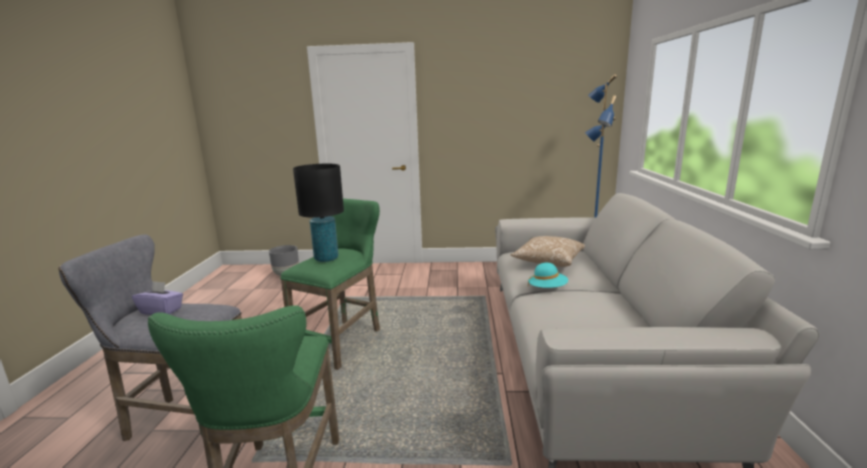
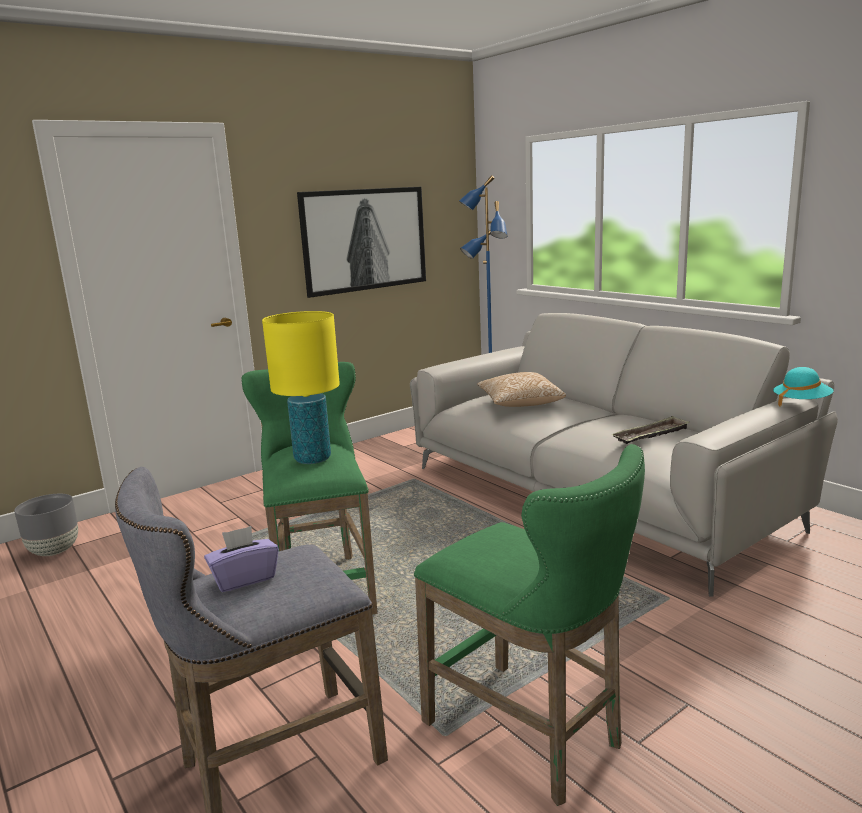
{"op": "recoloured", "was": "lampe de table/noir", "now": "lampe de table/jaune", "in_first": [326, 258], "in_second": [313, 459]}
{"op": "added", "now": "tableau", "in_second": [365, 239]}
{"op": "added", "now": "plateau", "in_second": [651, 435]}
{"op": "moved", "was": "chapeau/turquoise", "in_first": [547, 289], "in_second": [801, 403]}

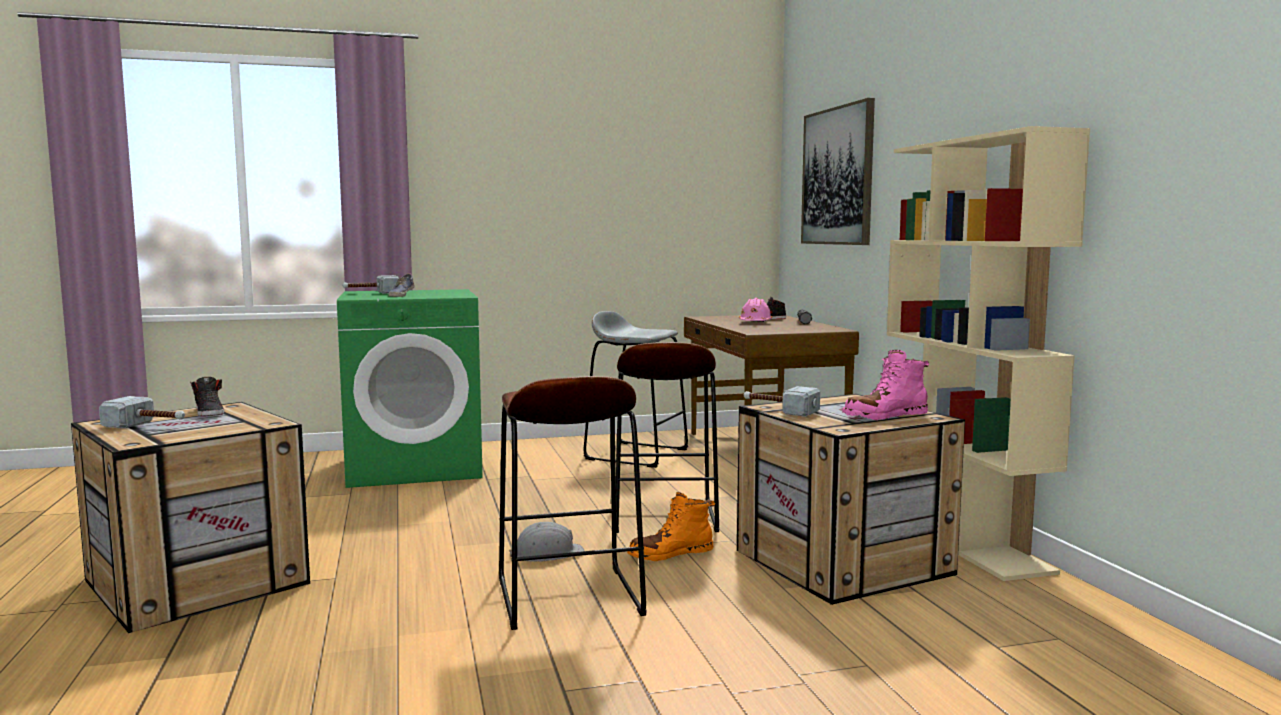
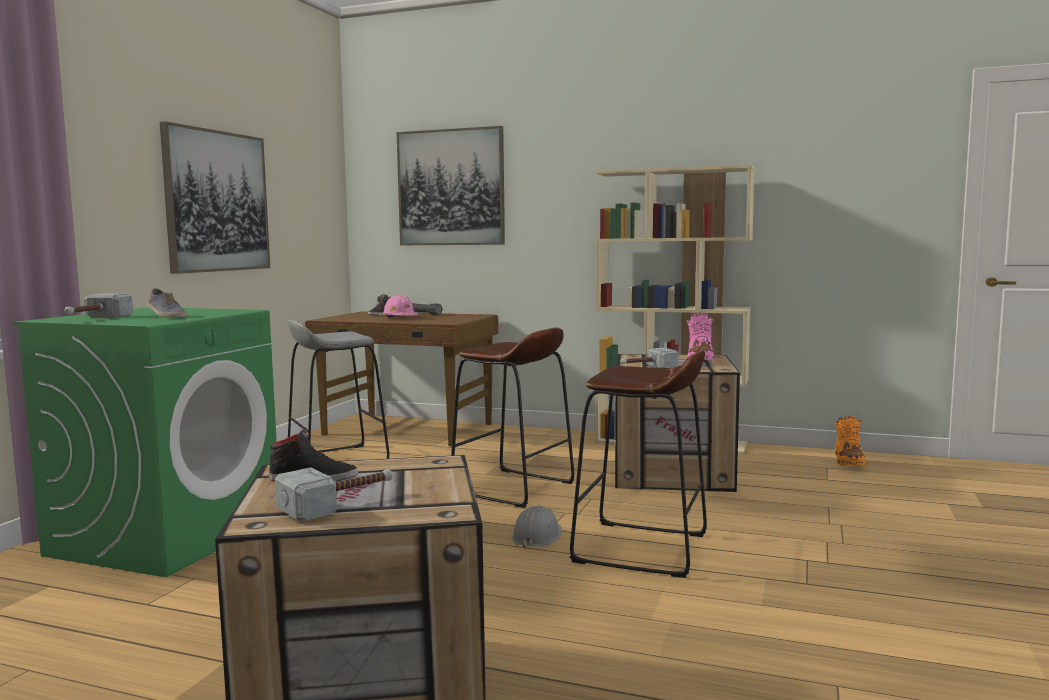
{"op": "added", "now": "tableau", "in_second": [217, 201]}
{"op": "moved", "was": "botte/orange", "in_first": [670, 554], "in_second": [848, 461]}

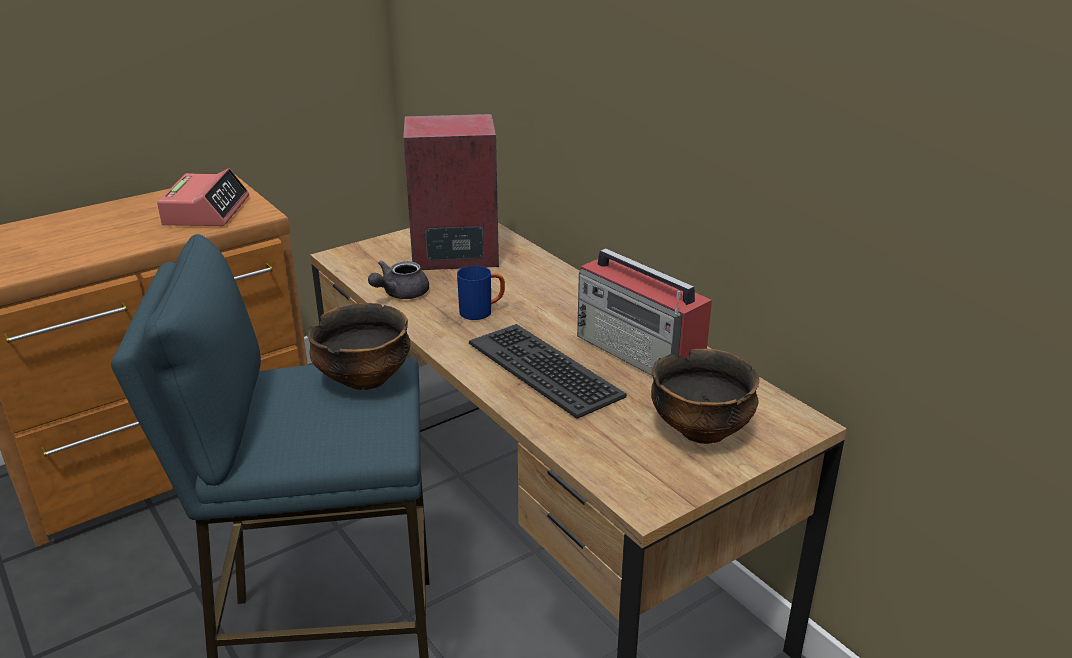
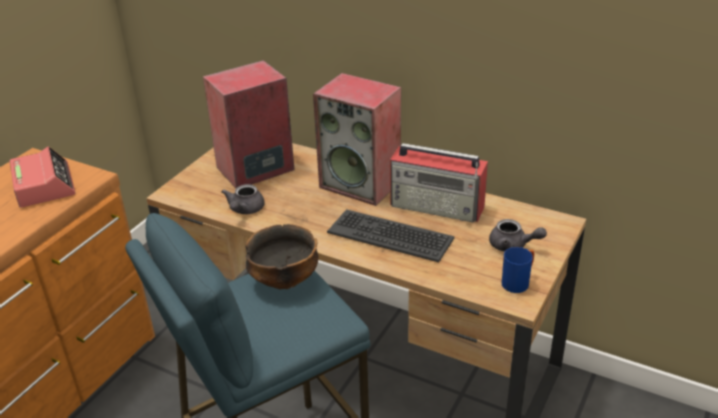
{"op": "added", "now": "enceinte", "in_second": [361, 184]}
{"op": "replaced", "was": "bol", "now": "théière/gris", "in_first": [701, 430], "in_second": [512, 246]}
{"op": "moved", "was": "mug/bleu", "in_first": [482, 312], "in_second": [518, 282]}

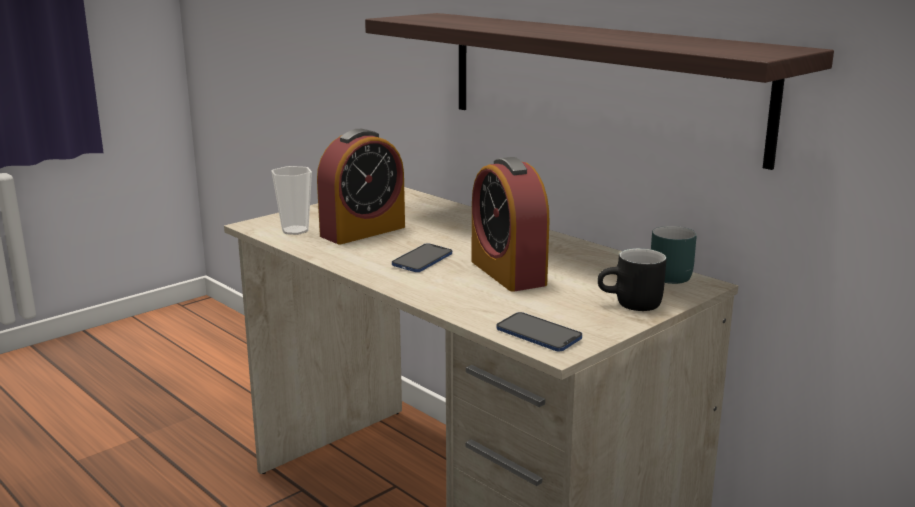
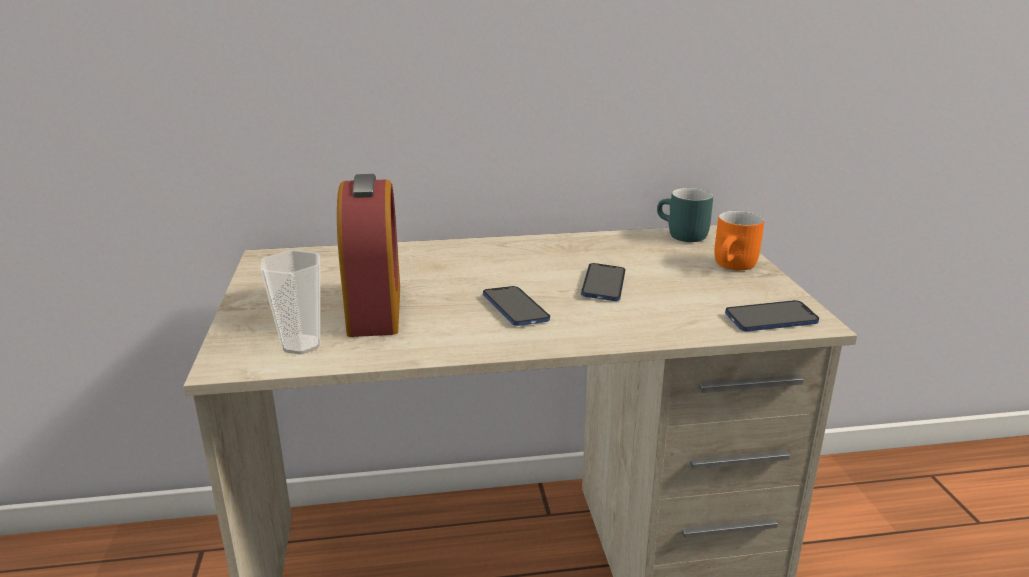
{"op": "replaced", "was": "réveil", "now": "téléphone", "in_first": [508, 273], "in_second": [603, 284]}
{"op": "recoloured", "was": "mug/noir", "now": "mug/orange", "in_first": [632, 305], "in_second": [735, 266]}
{"op": "removed", "was": "étagère", "in_first": [597, 82]}

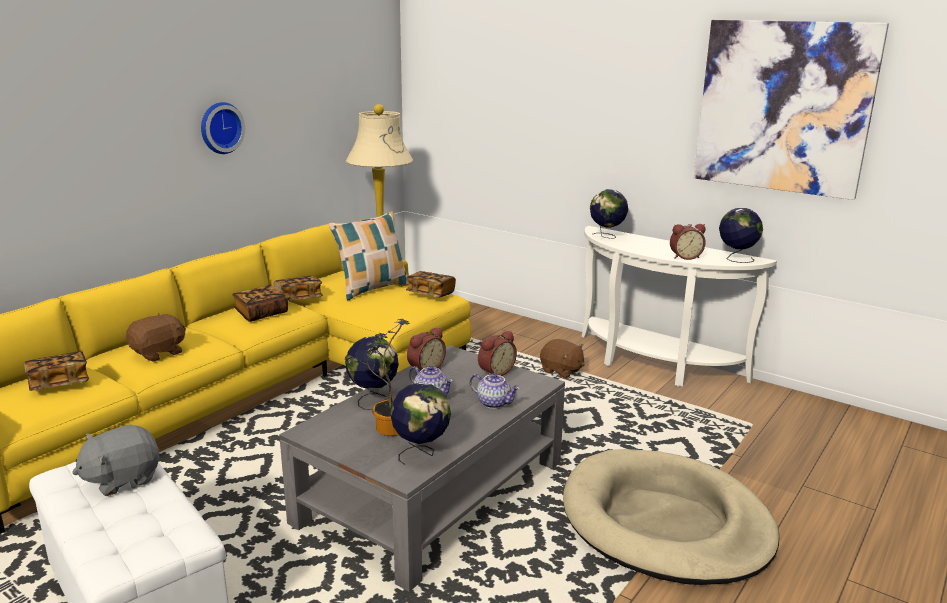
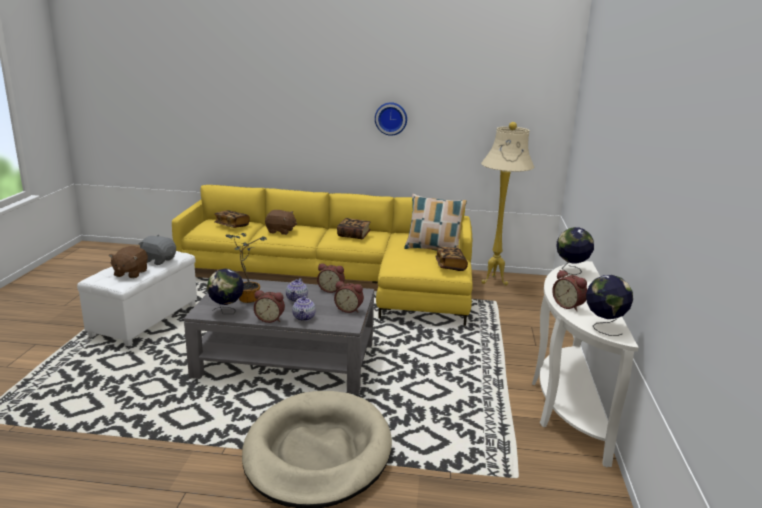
{"op": "moved", "was": "peluche/marron", "in_first": [561, 371], "in_second": [130, 273]}
{"op": "added", "now": "réveil", "in_second": [270, 319]}
{"op": "removed", "was": "livre", "in_first": [298, 298]}
{"op": "removed", "was": "globe", "in_first": [373, 399]}
{"op": "removed", "was": "tableau", "in_first": [783, 107]}

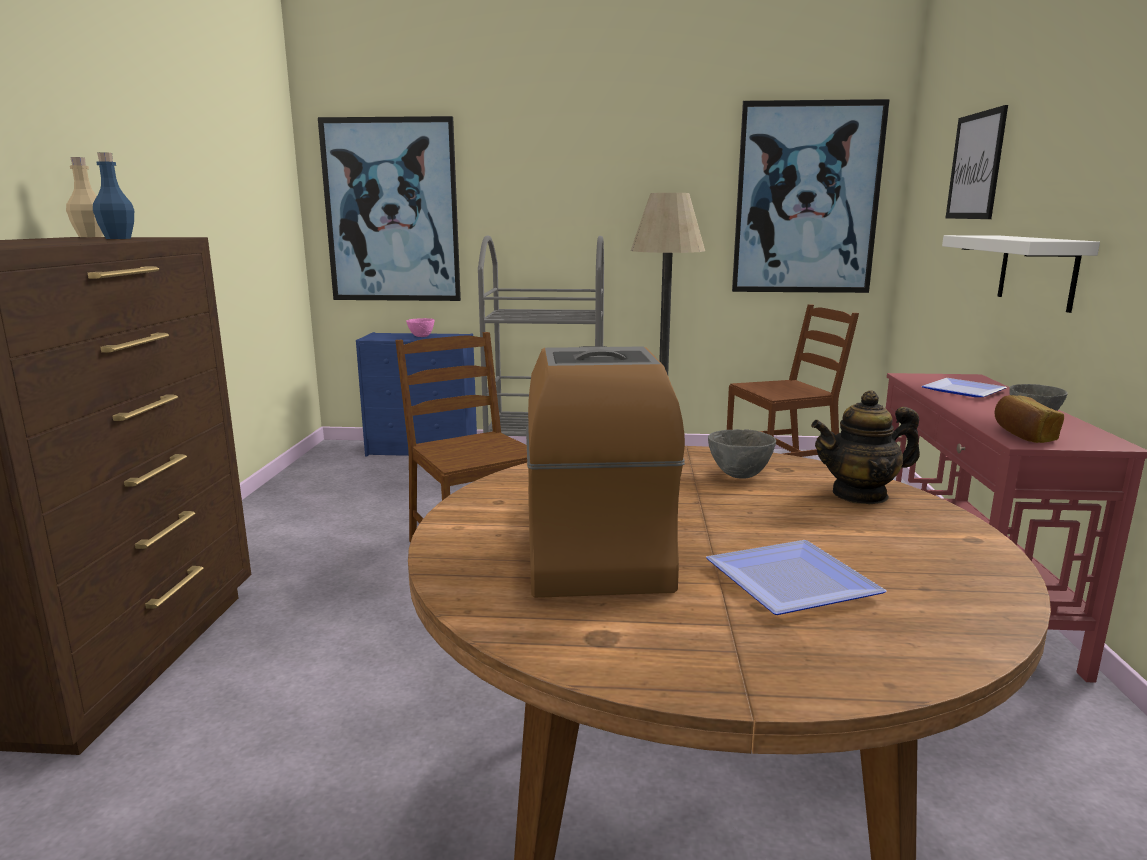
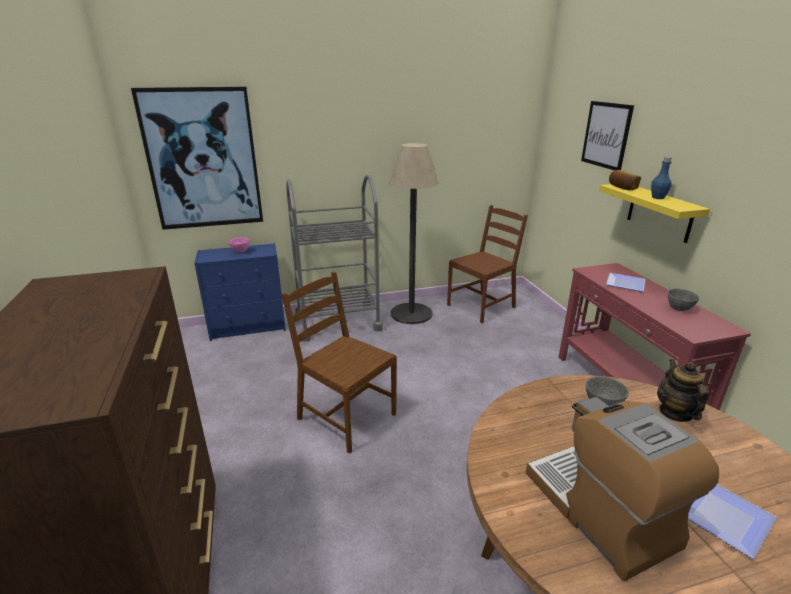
{"op": "recoloured", "was": "étagère/blanc", "now": "étagère/jaune", "in_first": [1037, 271], "in_second": [659, 212]}
{"op": "moved", "was": "pain", "in_first": [1022, 435], "in_second": [622, 187]}
{"op": "moved", "was": "bouteille/bleu", "in_first": [118, 238], "in_second": [658, 197]}
{"op": "turned", "was": "théière", "in_first": [860, 494], "in_second": [675, 413], "clockwise": 120}
{"op": "removed", "was": "bouteille/beige", "in_first": [91, 236]}
{"op": "removed", "was": "tableau", "in_first": [806, 199]}

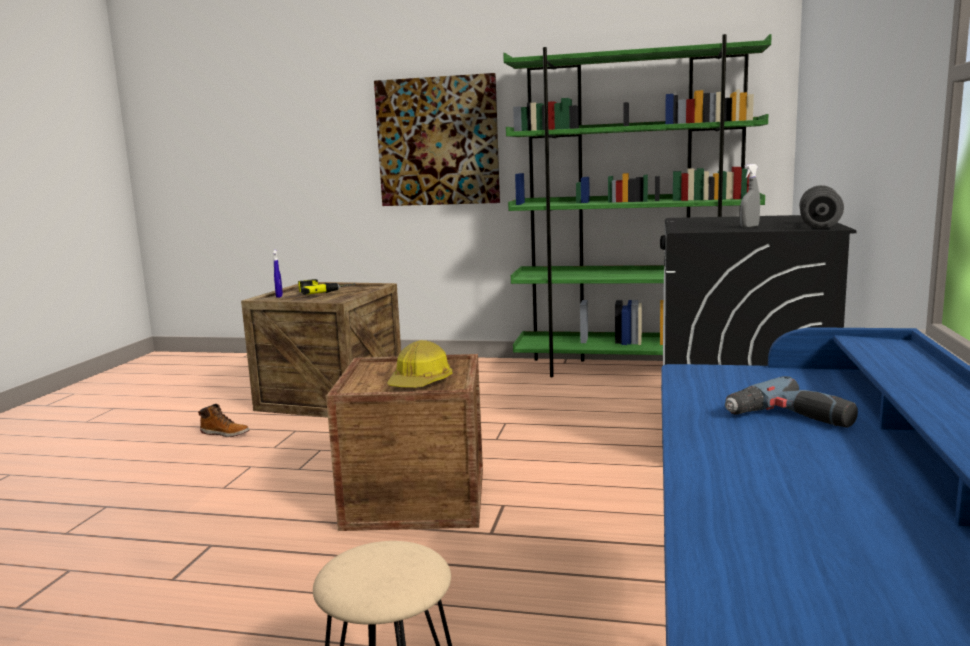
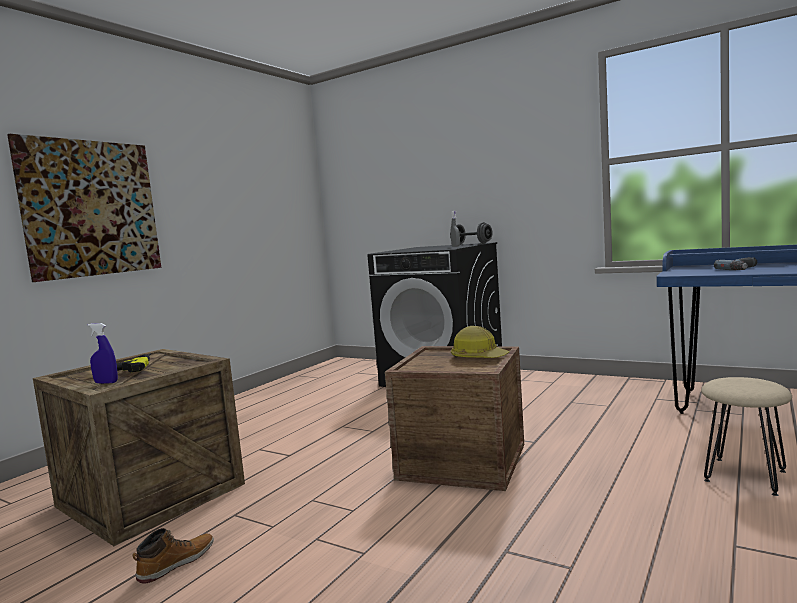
{"op": "removed", "was": "bibliothèque/vert", "in_first": [633, 369]}

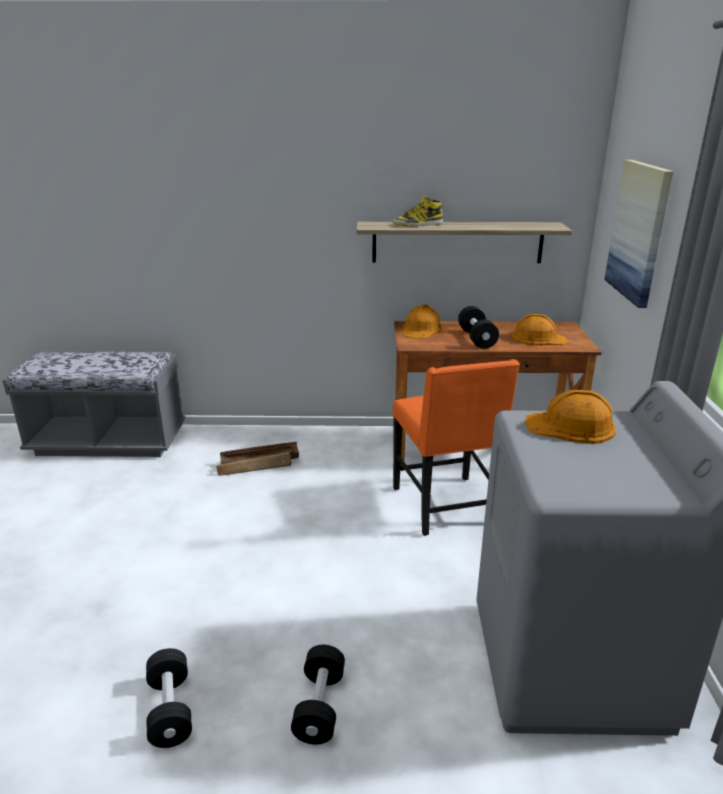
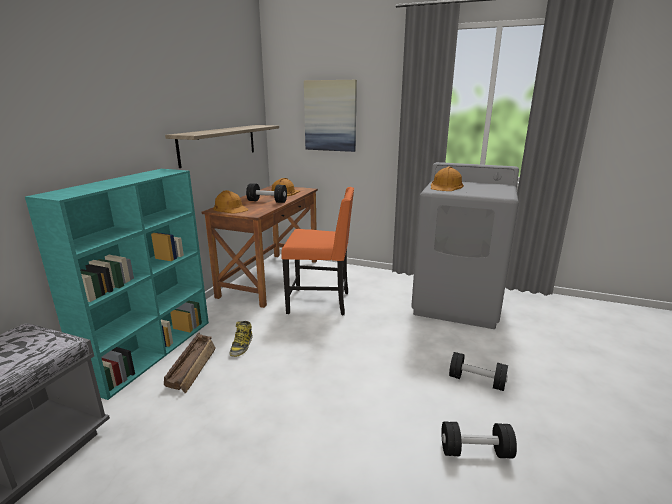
{"op": "added", "now": "bibliothèque/turquoise", "in_second": [152, 351]}
{"op": "moved", "was": "botte", "in_first": [418, 224], "in_second": [241, 346]}

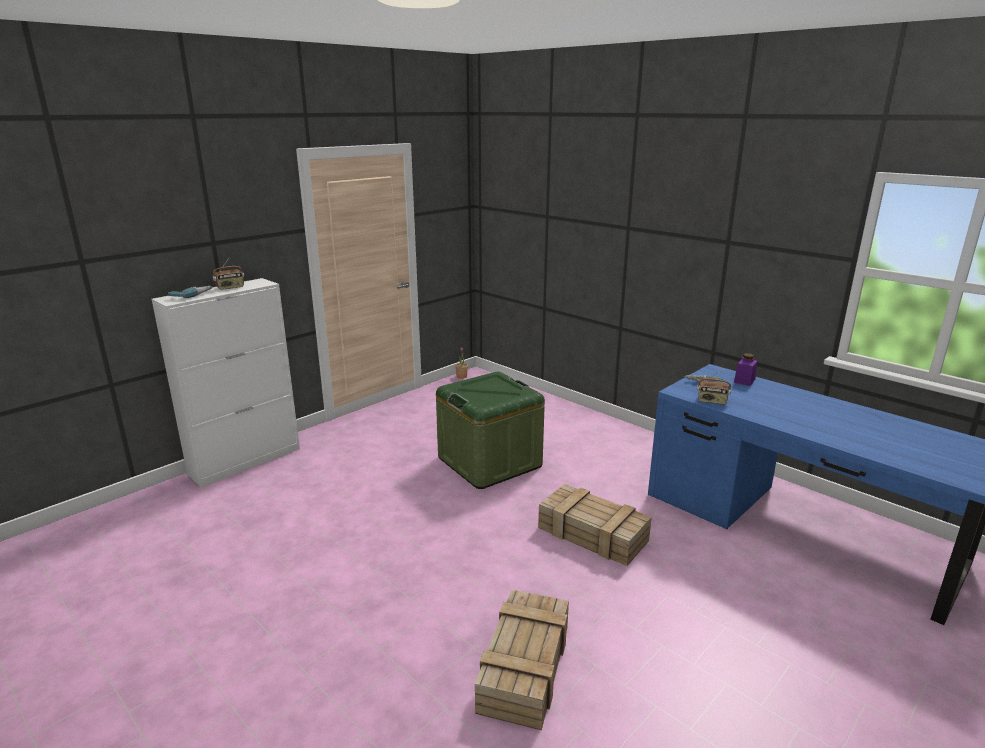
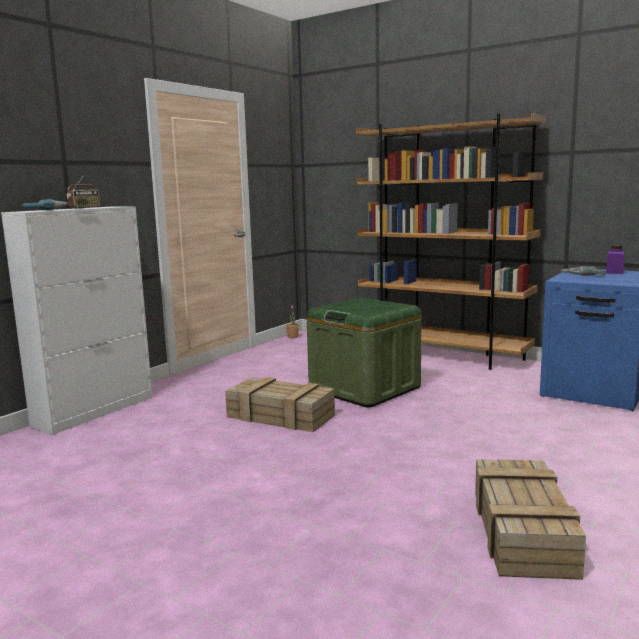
{"op": "moved", "was": "caisse", "in_first": [590, 534], "in_second": [279, 416]}
{"op": "added", "now": "bibliothèque/marron", "in_second": [443, 355]}
{"op": "removed", "was": "radio", "in_first": [712, 401]}

